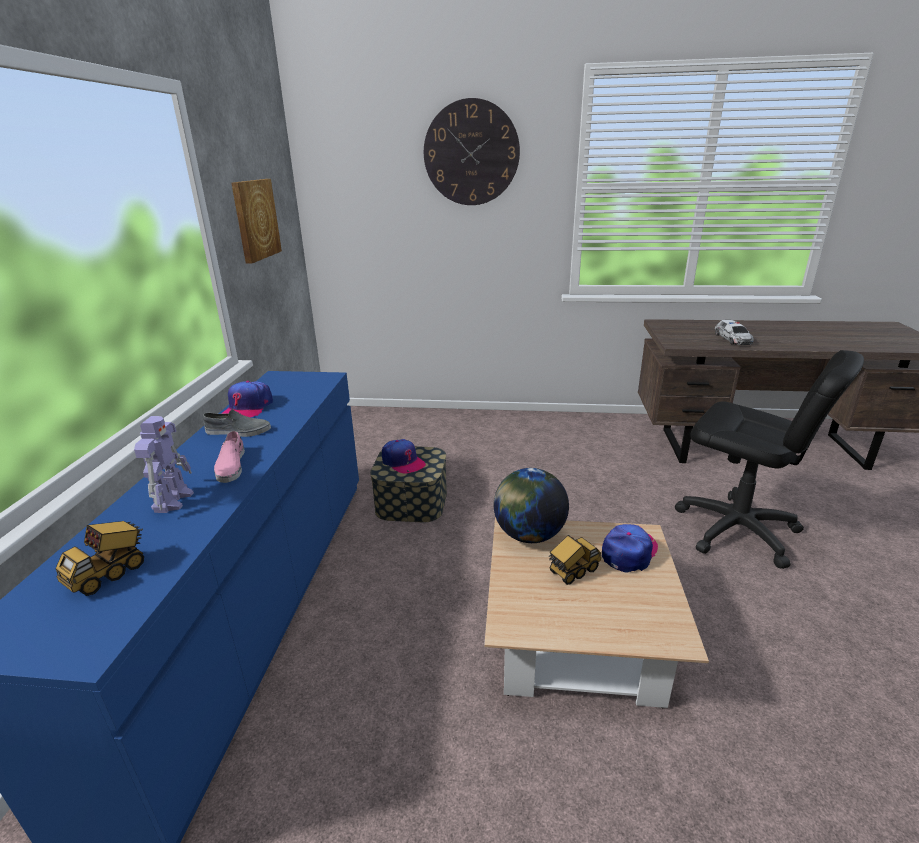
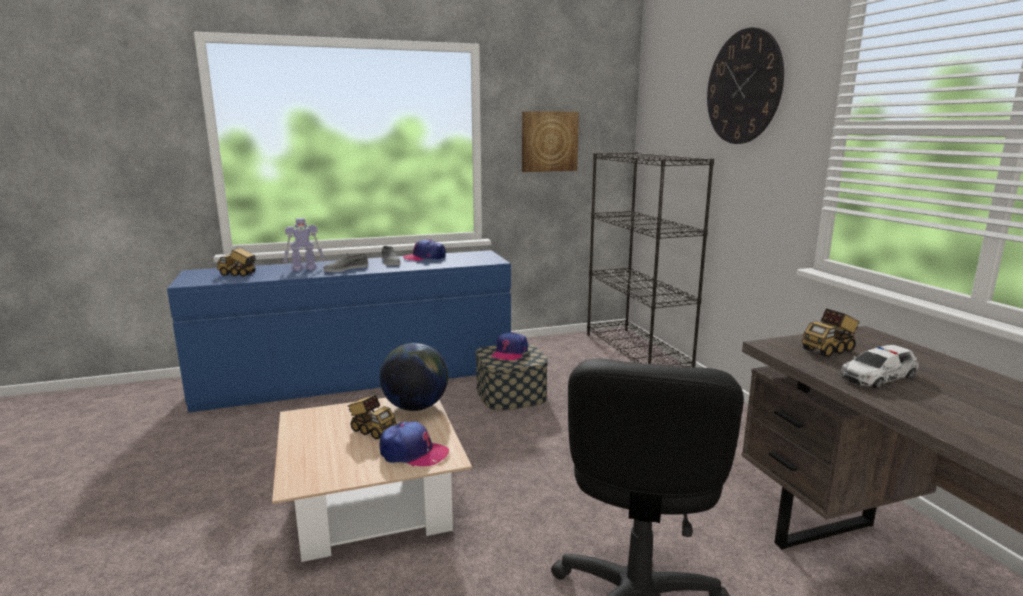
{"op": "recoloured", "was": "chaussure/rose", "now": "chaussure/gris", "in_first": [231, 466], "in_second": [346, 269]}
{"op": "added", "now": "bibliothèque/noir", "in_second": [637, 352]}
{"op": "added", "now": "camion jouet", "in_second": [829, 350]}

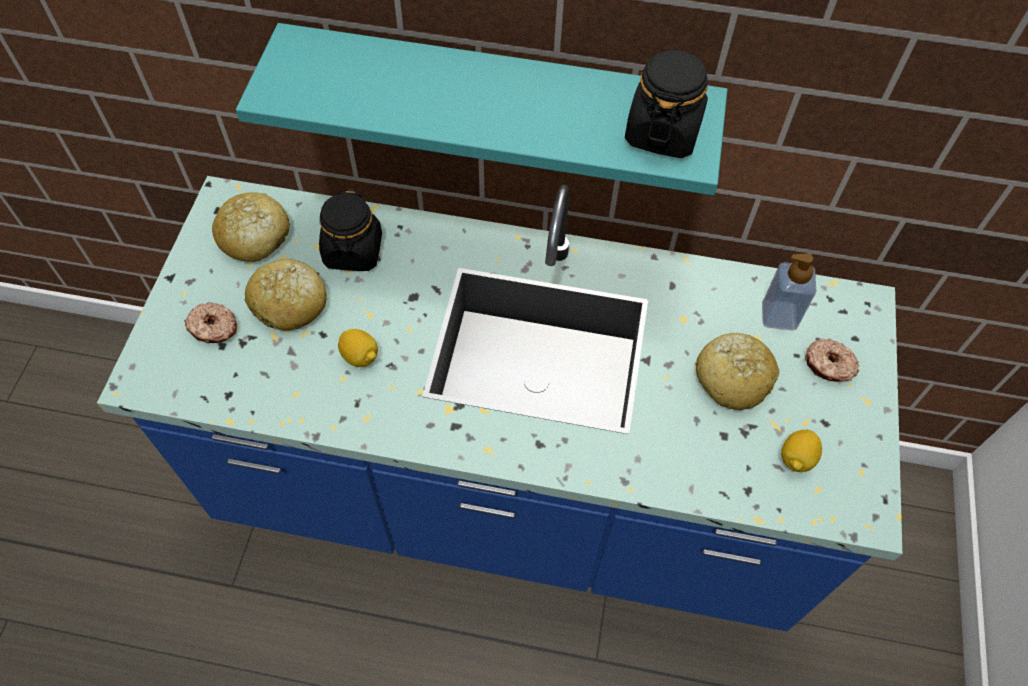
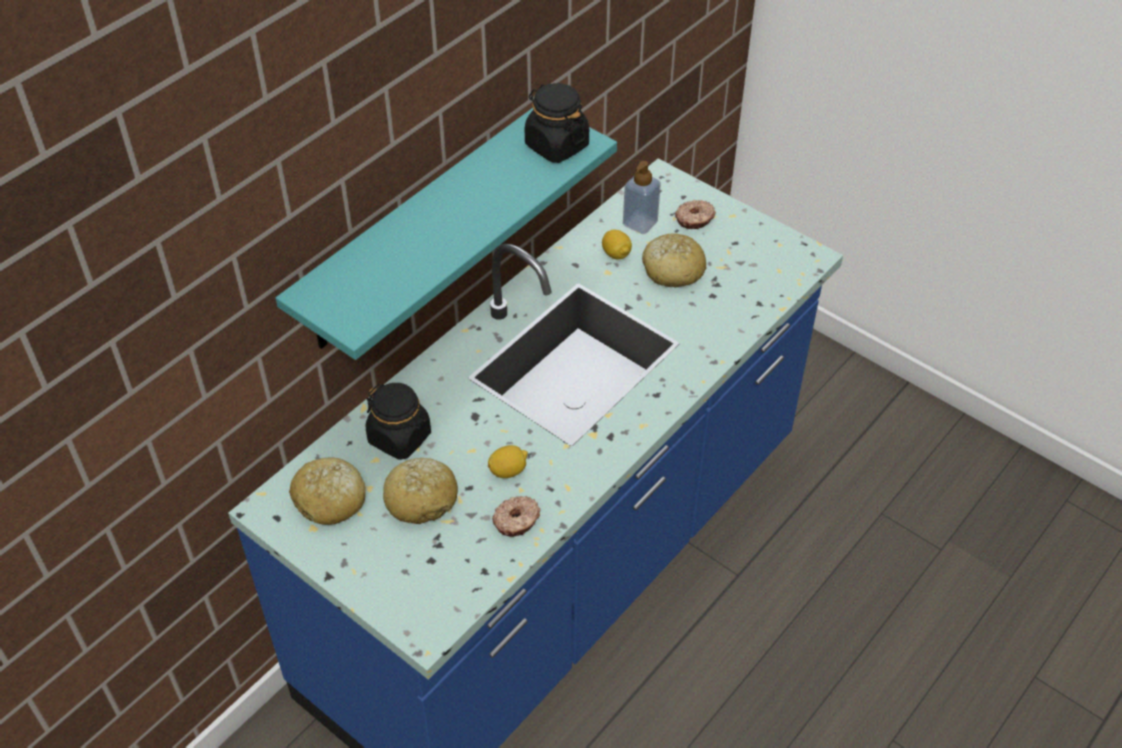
{"op": "moved", "was": "beignet", "in_first": [213, 328], "in_second": [517, 521]}
{"op": "moved", "was": "citron", "in_first": [796, 458], "in_second": [616, 254]}

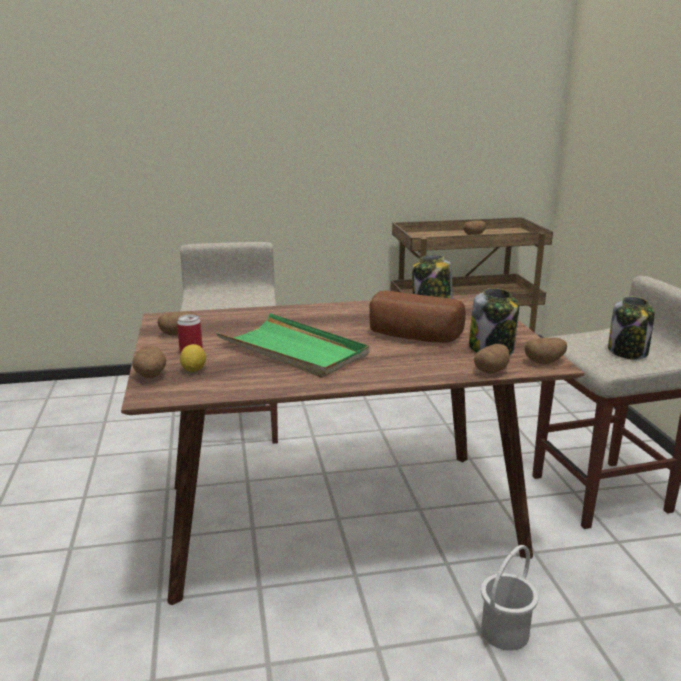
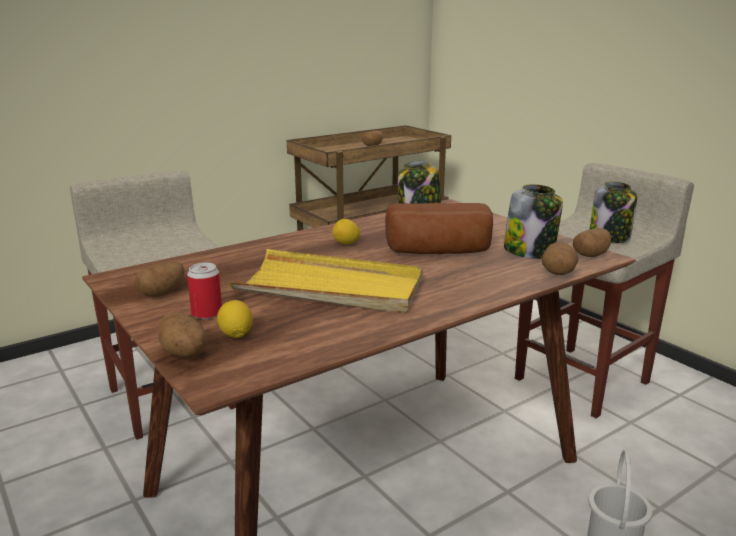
{"op": "recoloured", "was": "plateau/vert", "now": "plateau/jaune", "in_first": [293, 350], "in_second": [331, 288]}
{"op": "added", "now": "citron", "in_second": [346, 244]}

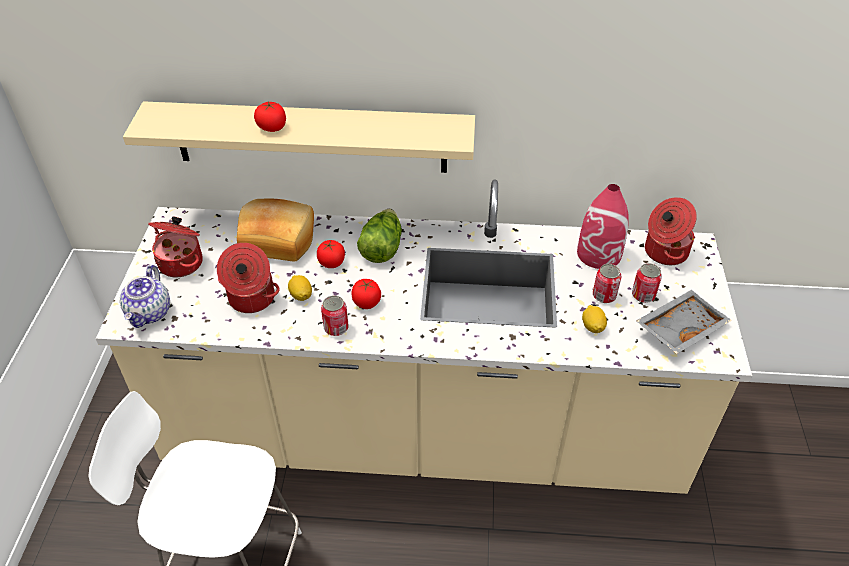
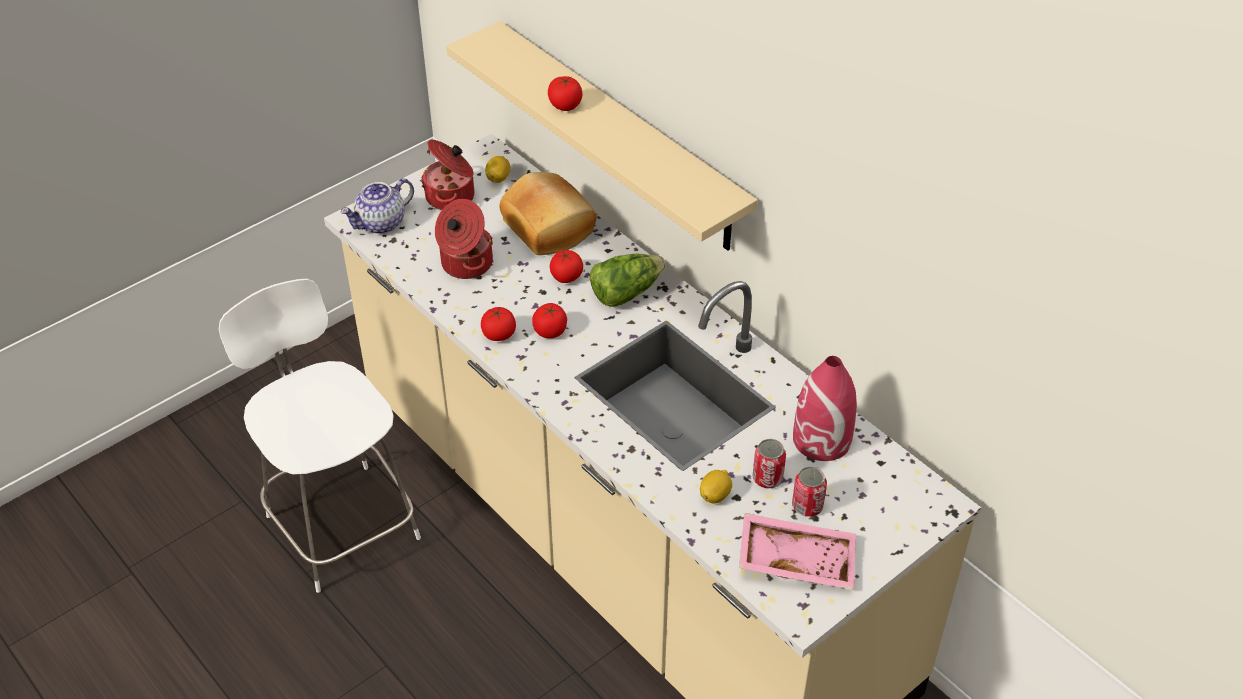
{"op": "replaced", "was": "boîte métallique", "now": "tomate", "in_first": [336, 328], "in_second": [499, 334]}
{"op": "moved", "was": "citron", "in_first": [301, 295], "in_second": [498, 178]}
{"op": "recoloured", "was": "plateau/gris", "now": "plateau/rose", "in_first": [679, 328], "in_second": [797, 559]}
{"op": "removed", "was": "marmite", "in_first": [664, 252]}

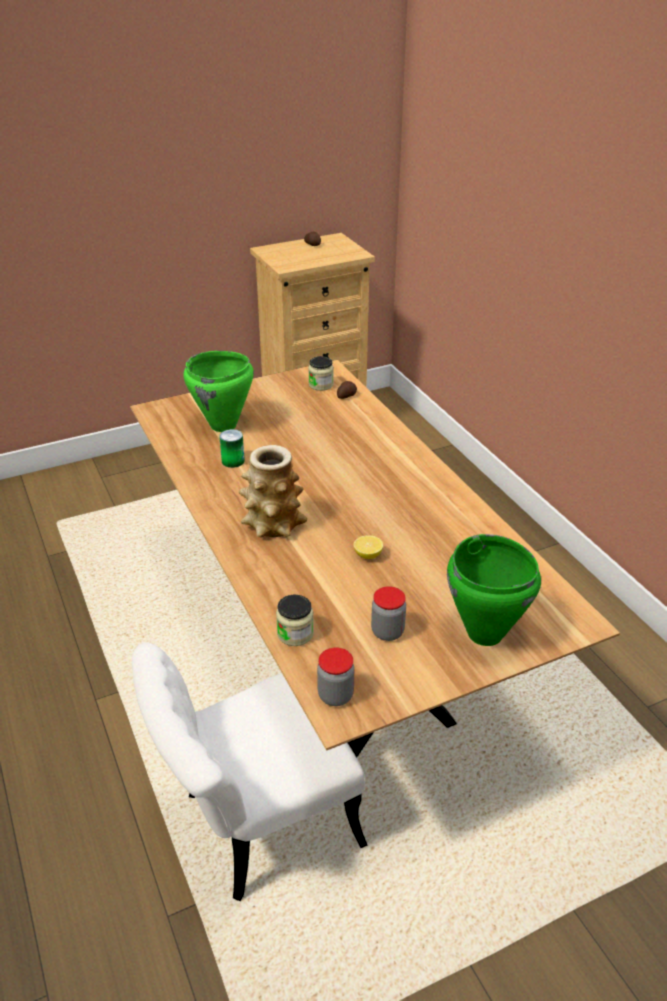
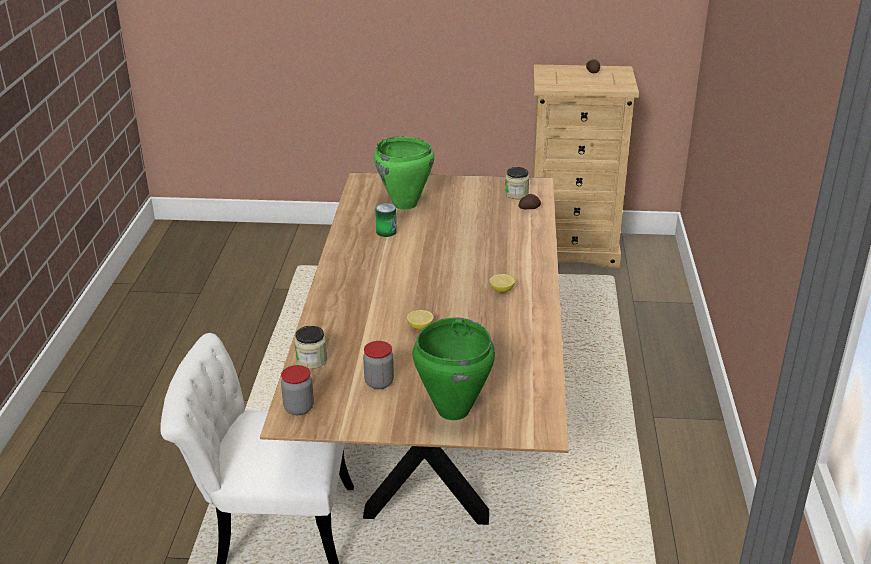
{"op": "added", "now": "citron", "in_second": [501, 290]}
{"op": "removed", "was": "vase", "in_first": [273, 524]}

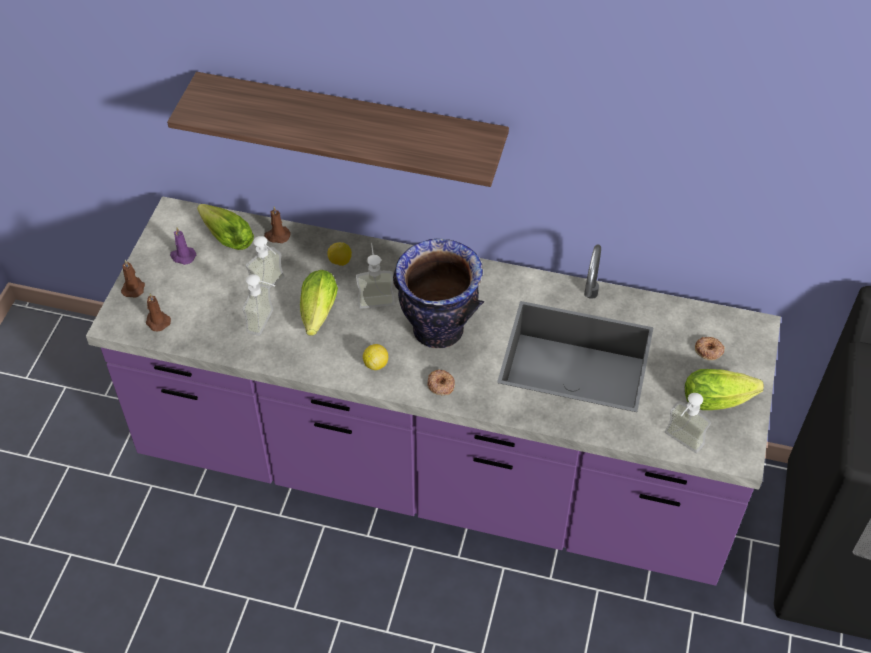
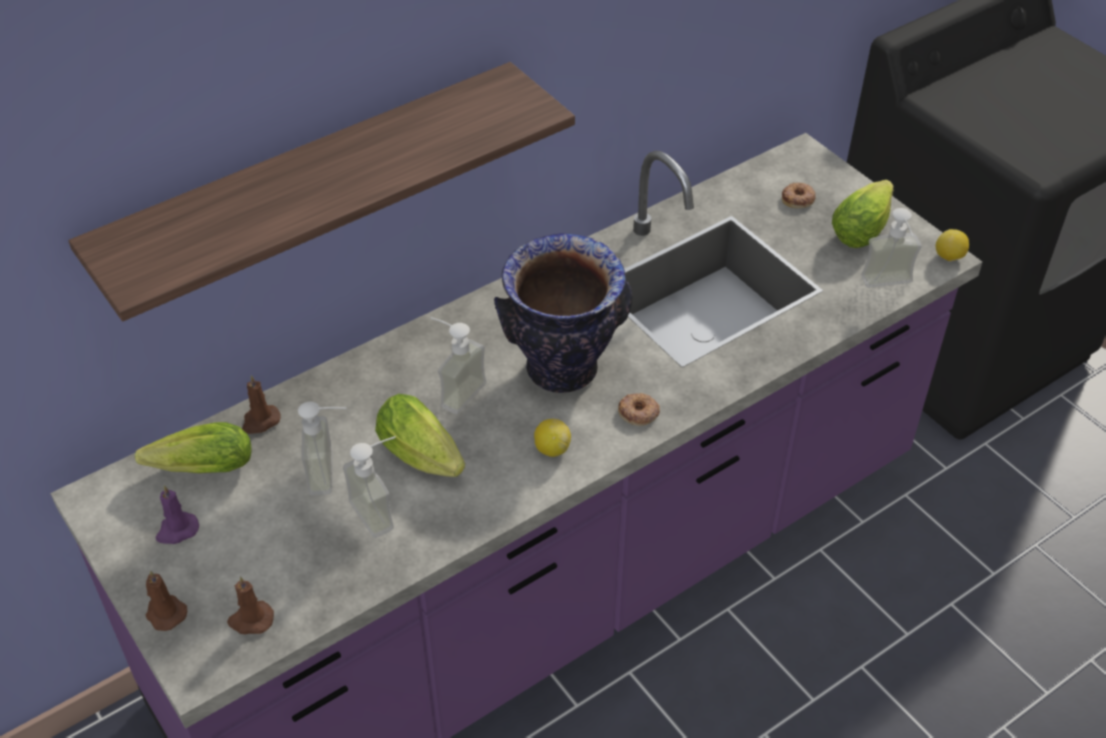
{"op": "moved", "was": "citron", "in_first": [340, 262], "in_second": [949, 257]}

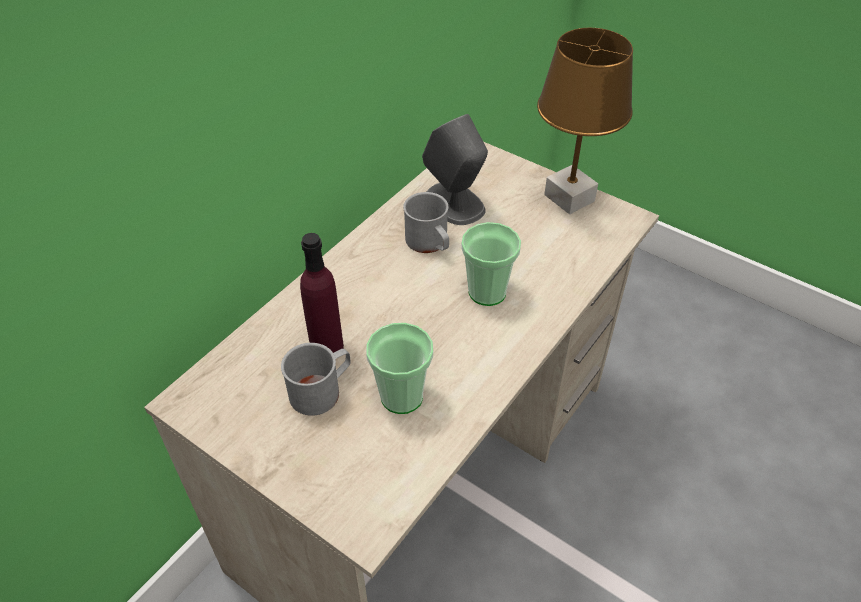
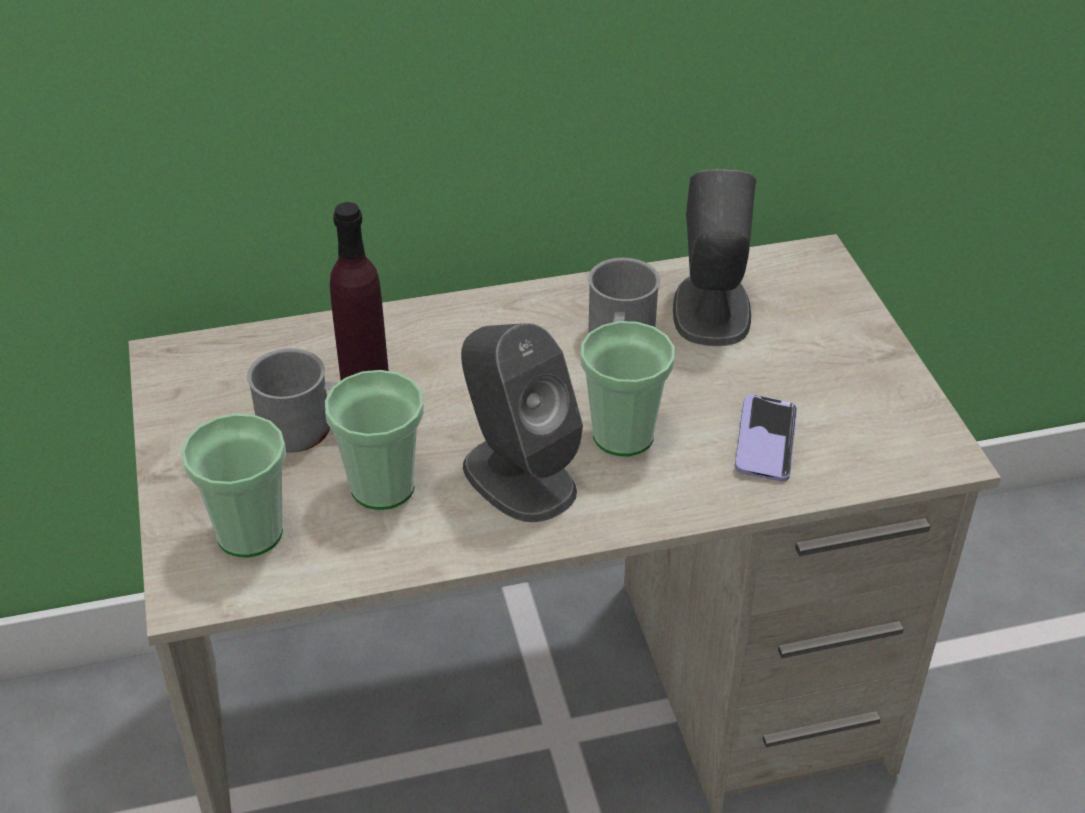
{"op": "added", "now": "tasse", "in_second": [249, 533]}
{"op": "added", "now": "enceinte/gris", "in_second": [518, 477]}
{"op": "added", "now": "téléphone", "in_second": [765, 440]}
{"op": "removed", "was": "lampe de table/marron", "in_first": [570, 198]}

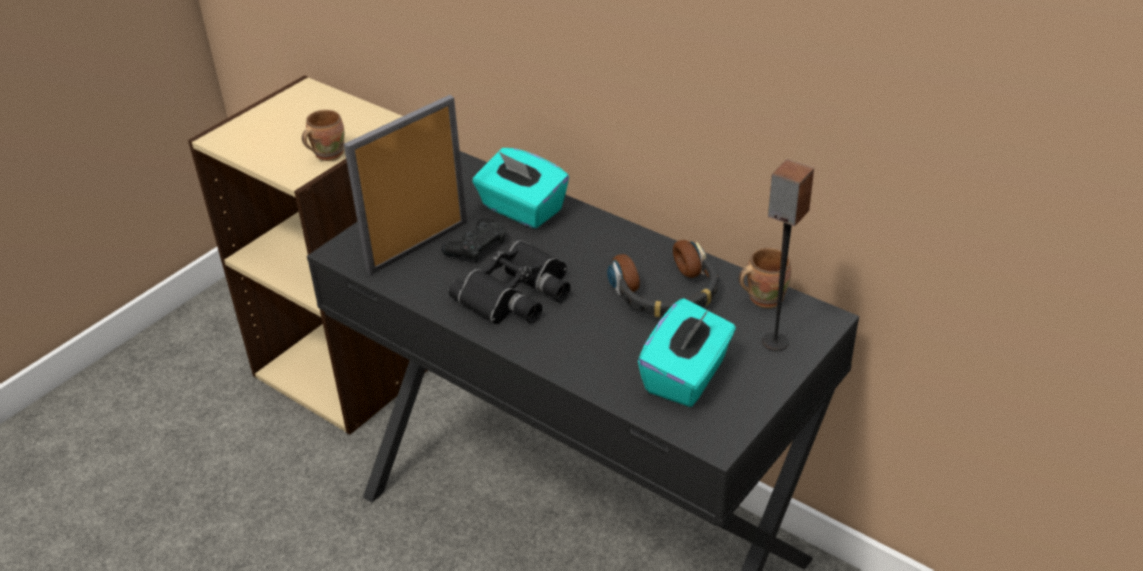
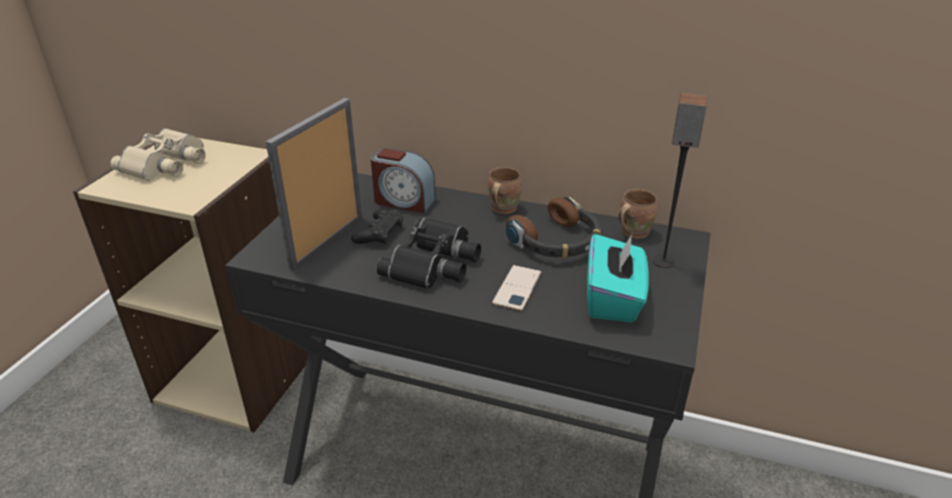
{"op": "added", "now": "jumelles/beige", "in_second": [166, 163]}
{"op": "replaced", "was": "boîte à mouchoirs/turquoise", "now": "réveil", "in_first": [521, 209], "in_second": [403, 201]}
{"op": "moved", "was": "mug/marron", "in_first": [326, 154], "in_second": [501, 208]}
{"op": "added", "now": "téléphone", "in_second": [517, 288]}

